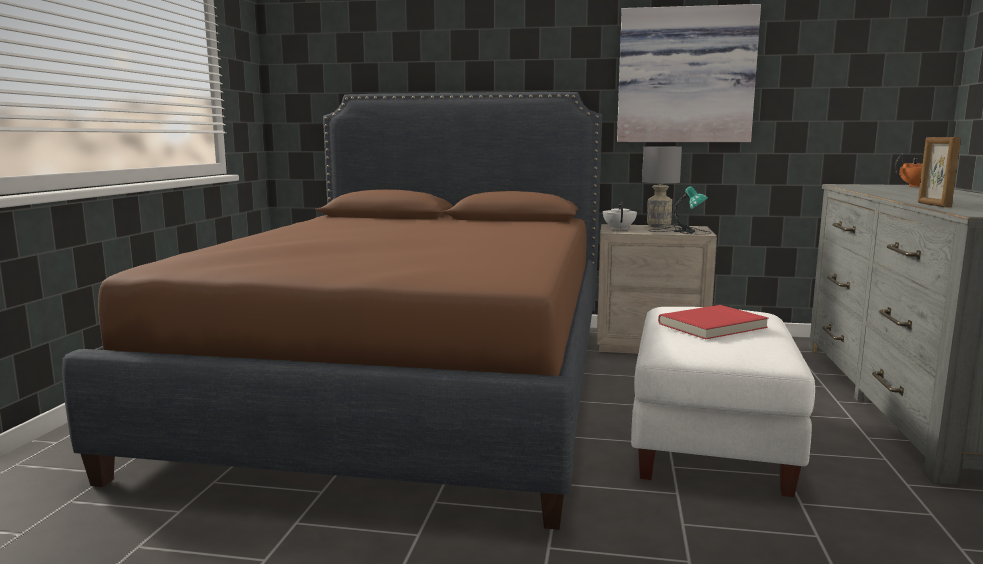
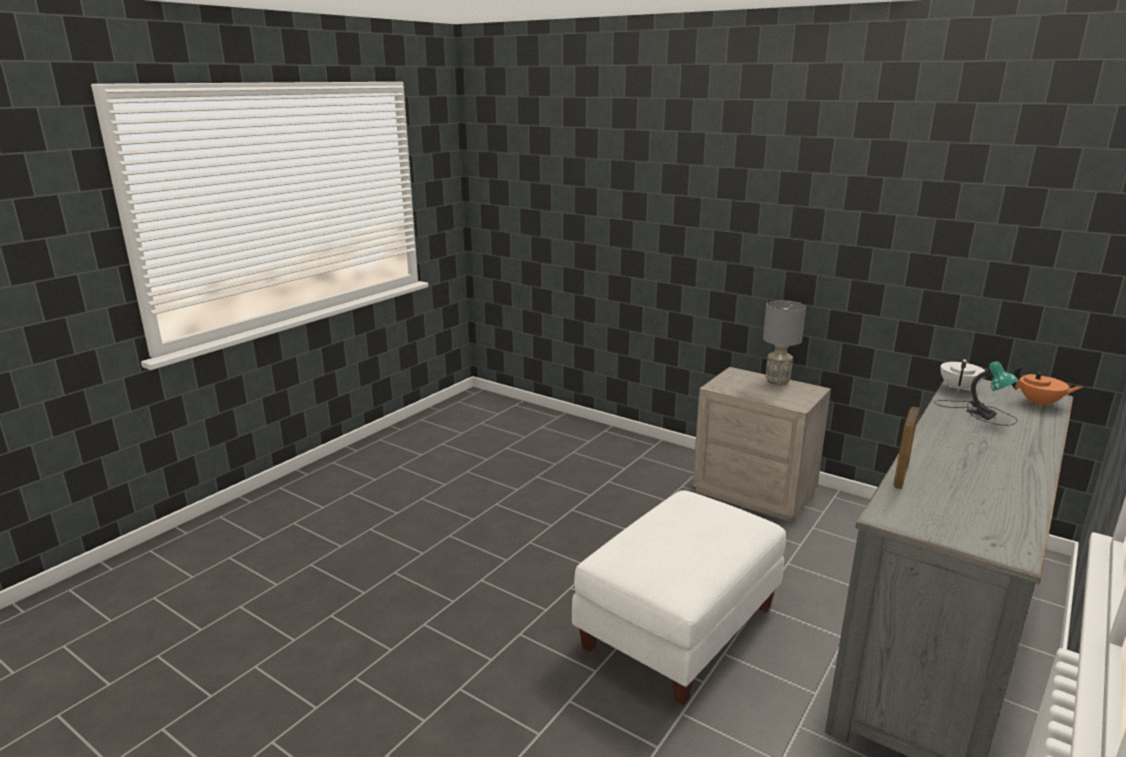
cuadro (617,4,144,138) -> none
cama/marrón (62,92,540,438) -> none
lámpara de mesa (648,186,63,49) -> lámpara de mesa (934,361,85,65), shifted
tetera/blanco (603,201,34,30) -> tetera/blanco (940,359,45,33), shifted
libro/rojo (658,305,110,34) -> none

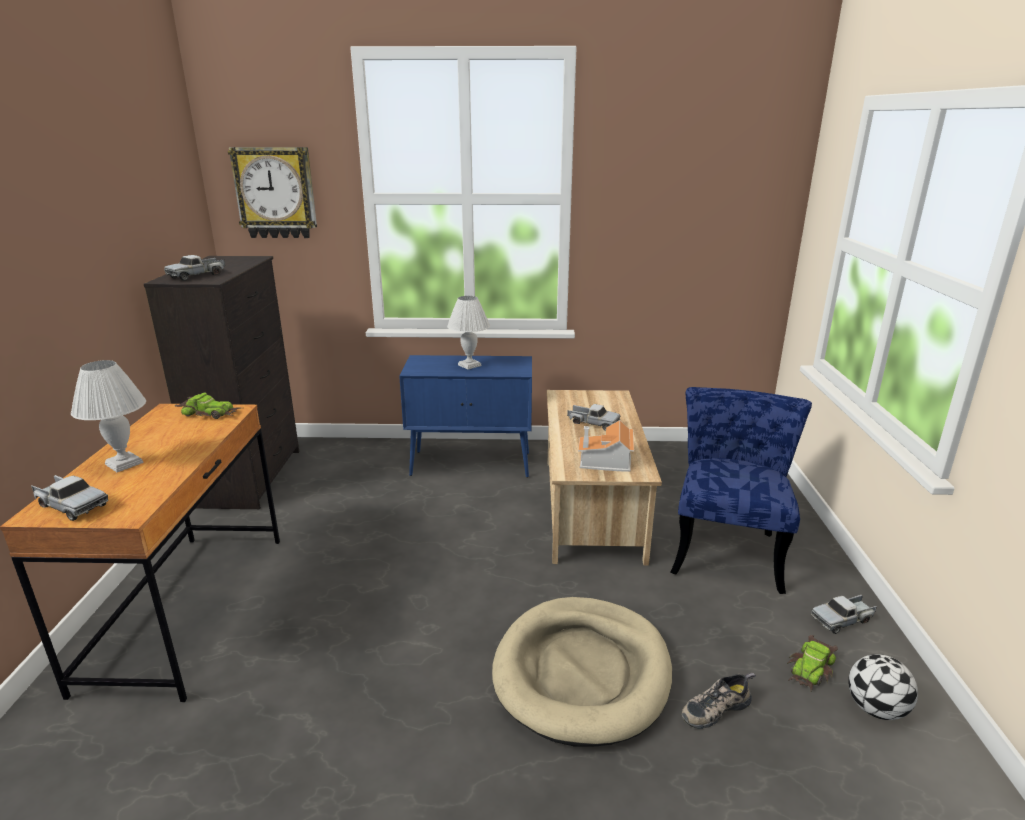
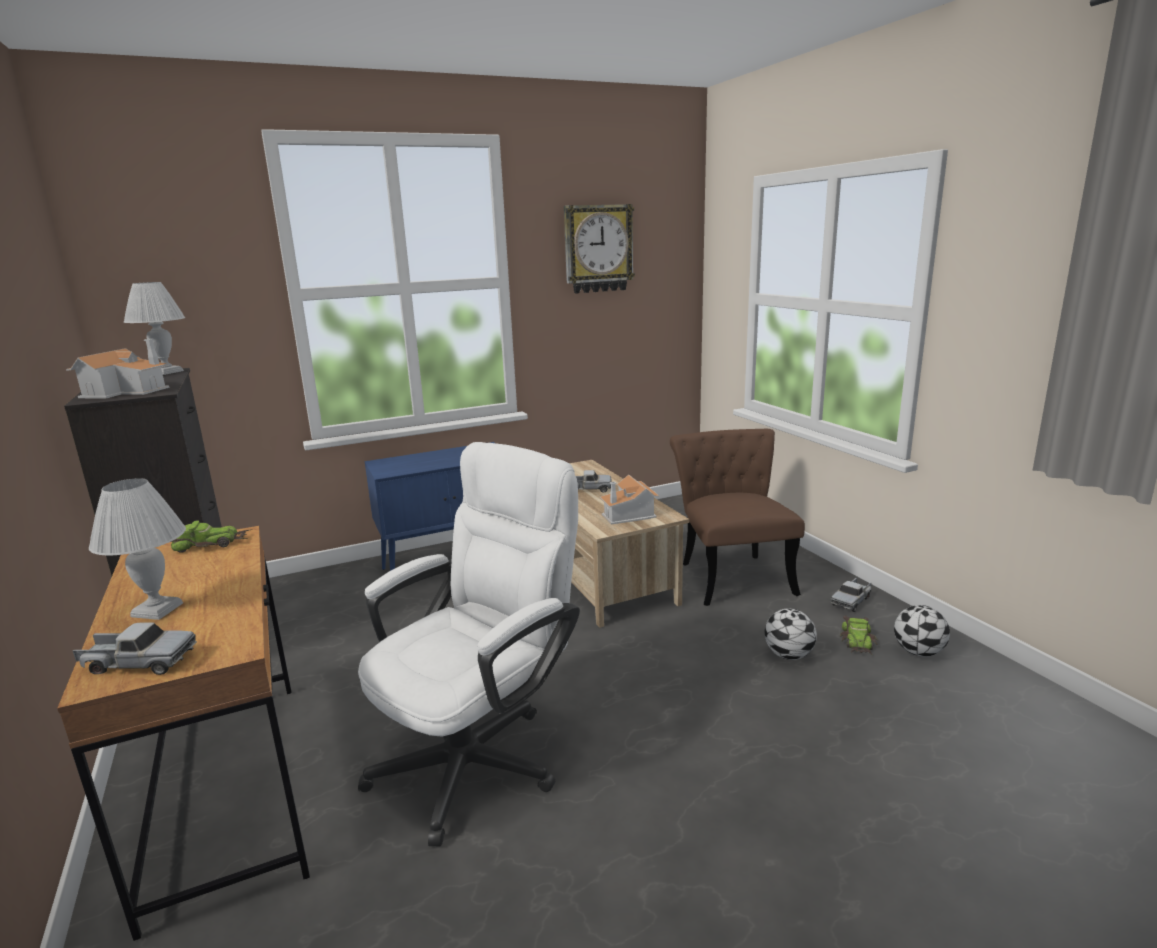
reloj de pared (228,147,89,91) -> reloj de pared (564,204,71,90), shifted
camión de juguete (164,255,61,26) -> casita (66,339,104,60)
lámpara de mesa/blanco (447,296,43,74) -> lámpara de mesa/blanco (124,282,61,93), shifted
silla/azul (670,387,142,207) -> silla/marrón (670,429,135,177)
cama para perro/beis (492,597,180,150) -> none
zapato (682,673,74,56) -> none
none -> silla de oficina/blanco (358,442,222,404)
none -> balón de fútbol (765,608,52,52)

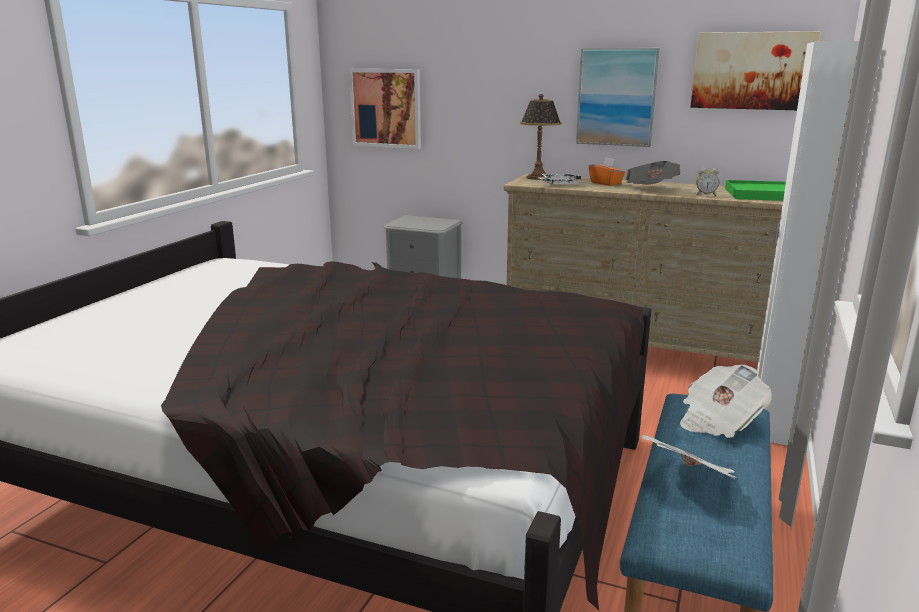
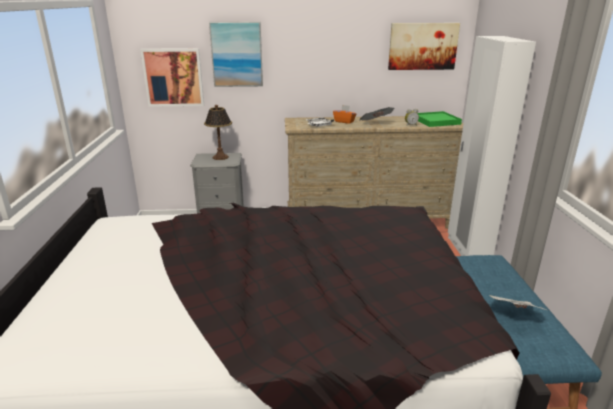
cuadro (576,48,83,99) -> cuadro (209,22,54,65), shifted
lámpara de mesa (520,94,42,86) -> lámpara de mesa (204,105,28,55), shifted
periódico (680,365,92,73) -> none

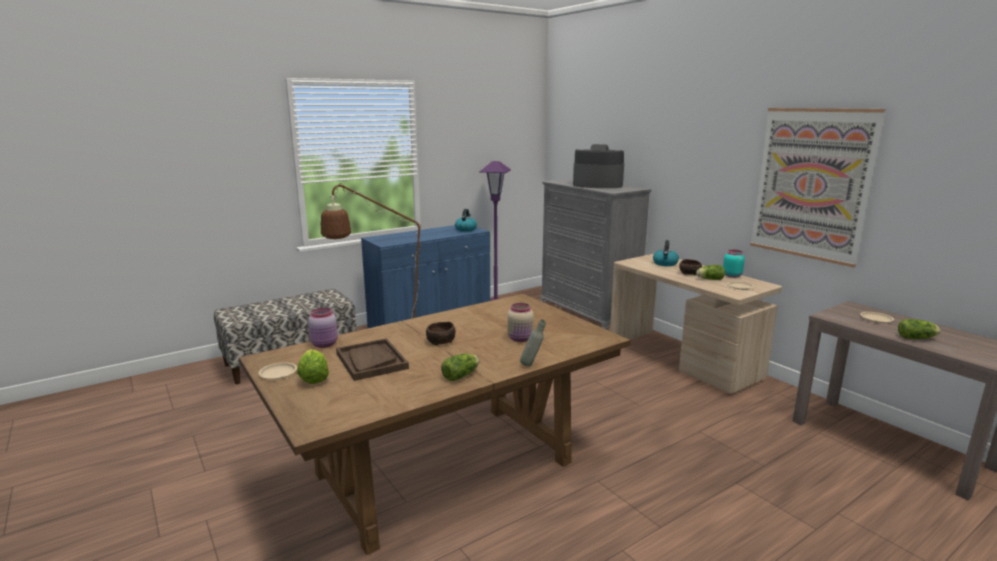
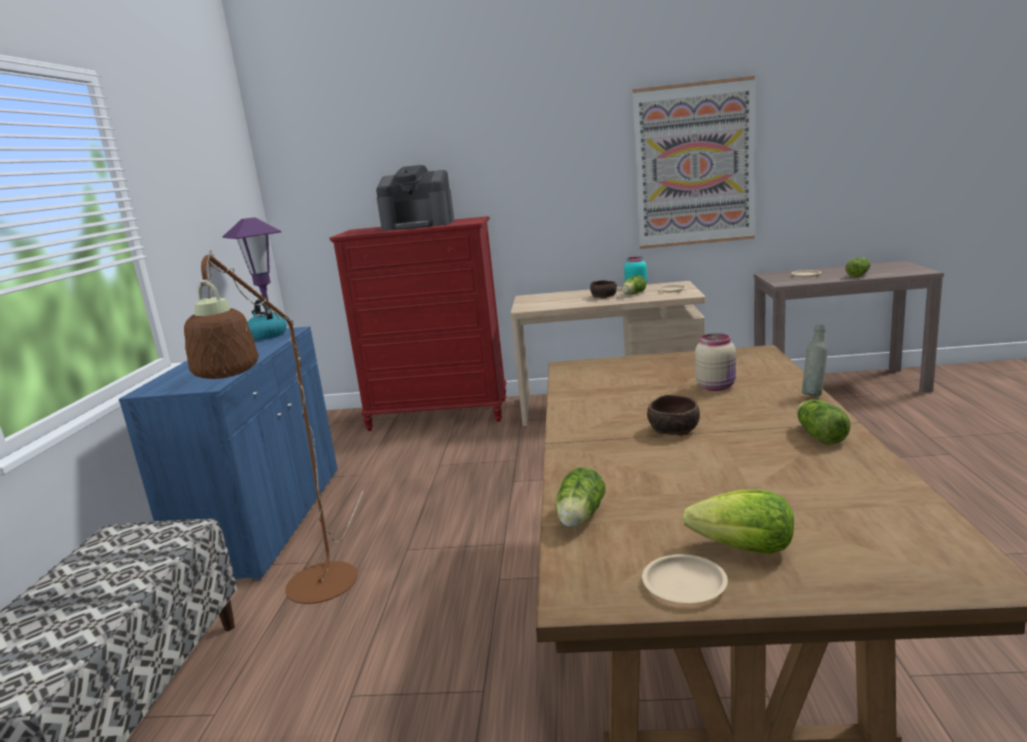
cafetera (573,144,51,44) -> cafetera (376,165,78,66), 135 degrees counterclockwise
cómoda/gris (540,178,112,152) -> cómoda/rojo (330,216,177,215)
hervidor (653,240,26,26) -> none
tarro/rosa (308,308,30,40) -> lechuga (556,467,50,60)
bandeja/marrón (336,338,73,43) -> none

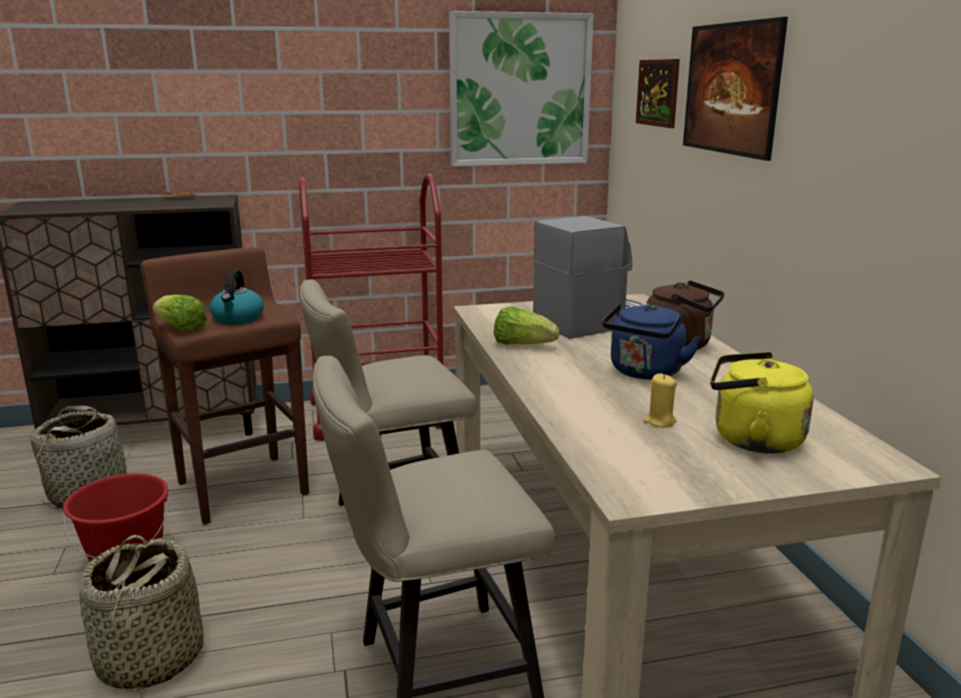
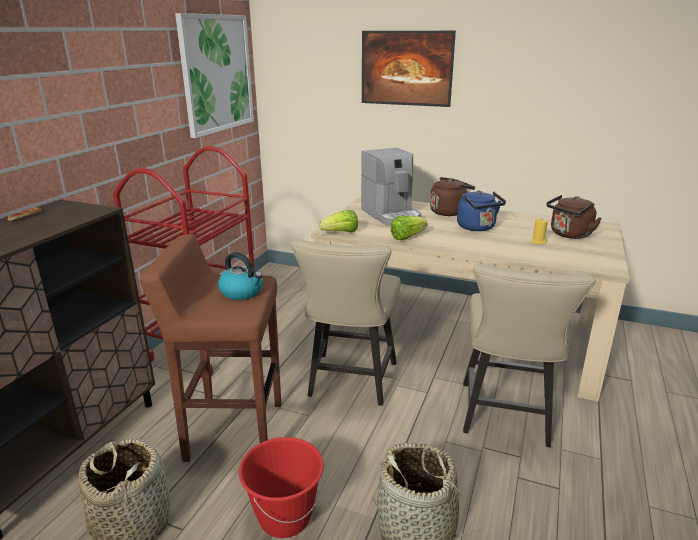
cuadro (636,59,44,69) -> none
cafetera (533,216,111,123) -> cafetera (361,148,60,78), 150 degrees clockwise
lechuga (153,294,54,39) -> lechuga (319,210,39,22), shifted
hervidor/amarillo (710,352,104,102) -> hervidor/marrón (547,195,55,44)

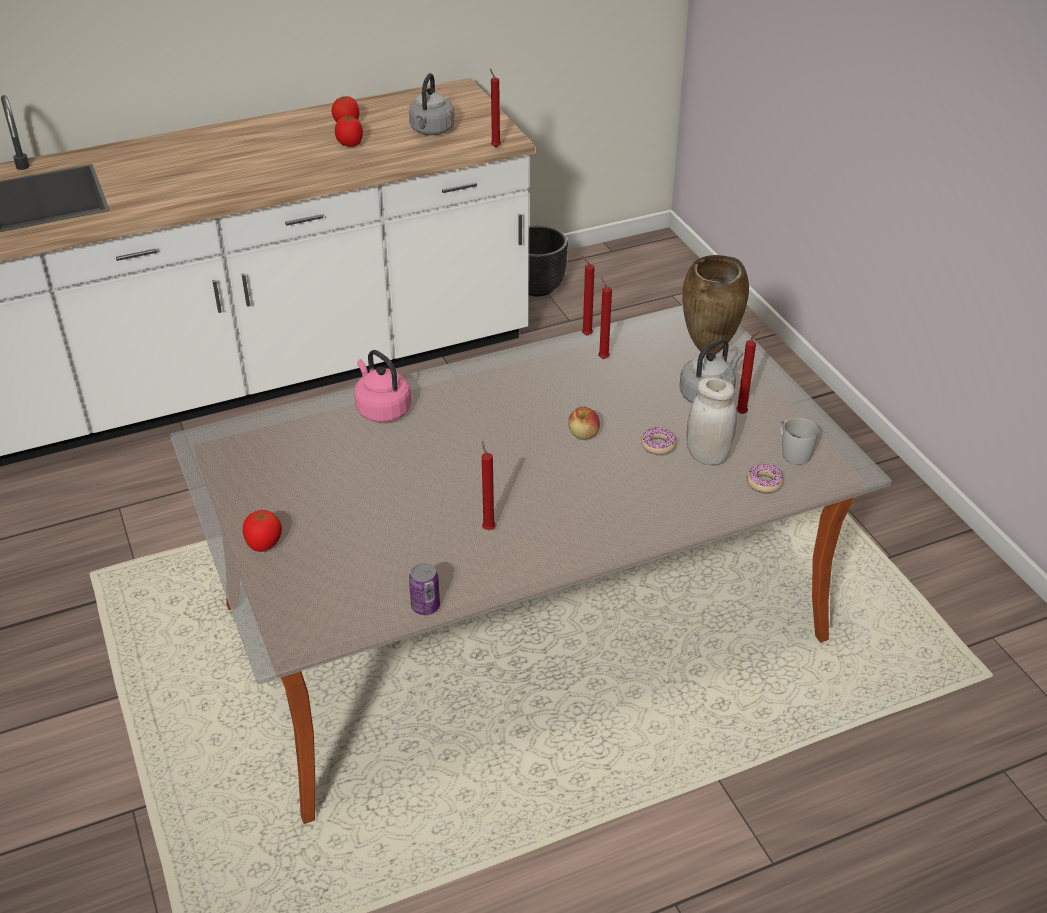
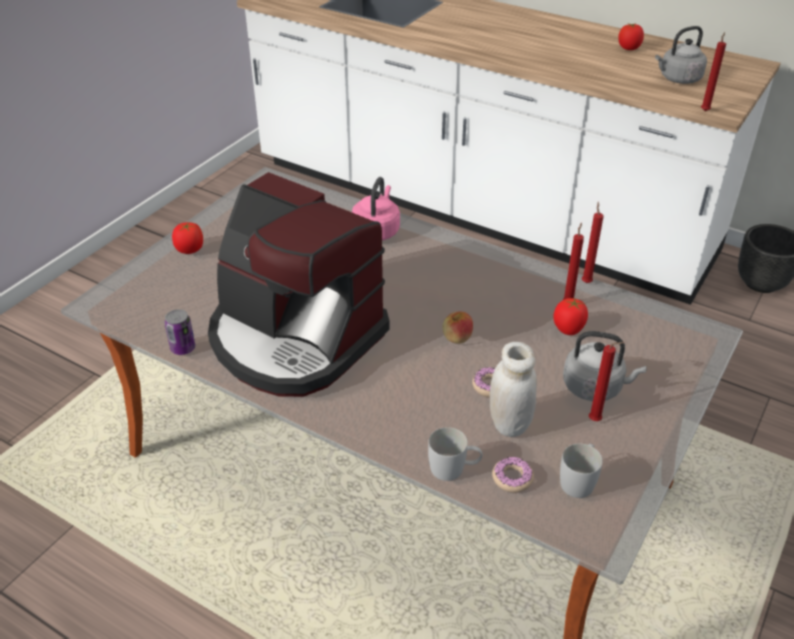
tomate (335,116,28,31) -> tomate (553,298,35,37), shifted
florero/marrón (682,255,67,99) -> none
vela/rojo (482,441,13,89) -> cafetera (208,172,181,225)
none -> taza grande/blanco (428,427,54,54)

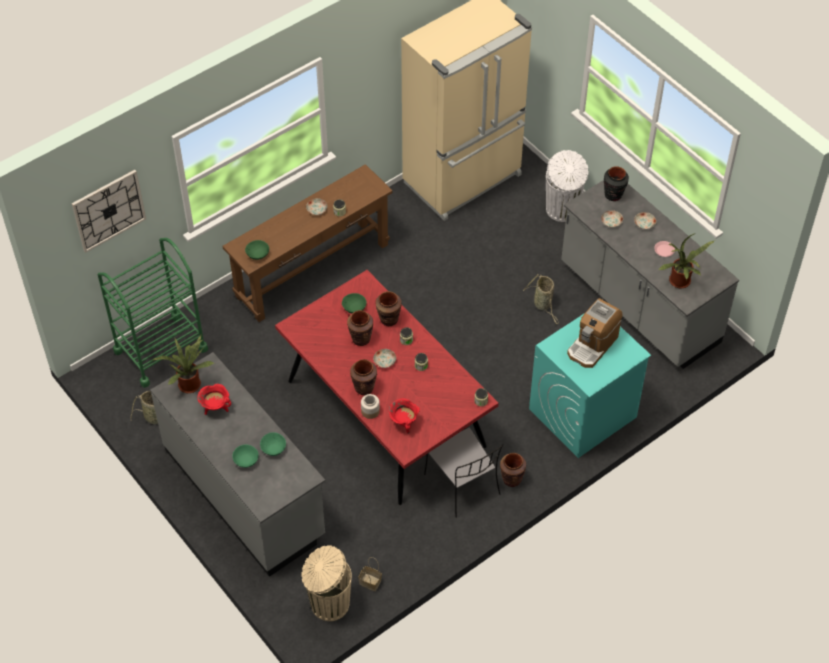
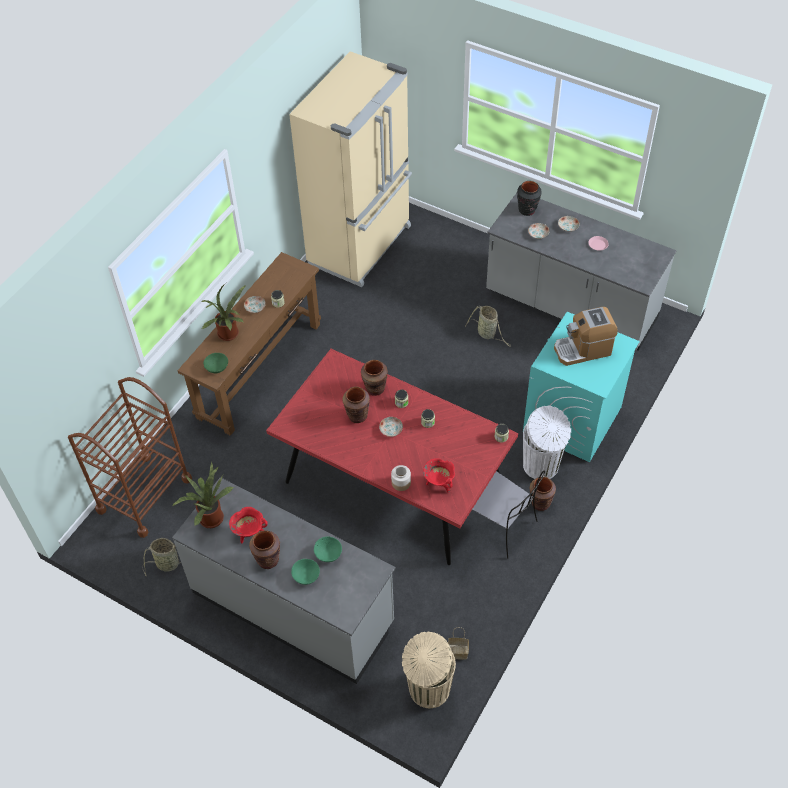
papelera/blanco (546,150,43,72) -> papelera/blanco (523,406,48,73), shifted
reloj de pared (72,170,74,83) -> none
planta en maceta (658,233,56,55) -> planta en maceta (201,283,45,58), shifted
carrito/verde (97,238,111,150) -> carrito/marrón (68,377,124,161)
cuenco/verde (342,293,25,20) -> none
cafetera (567,298,56,70) -> cafetera (554,307,64,59), 60 degrees clockwise
florero/marrón (350,359,27,36) -> florero/marrón (249,530,31,39), shifted

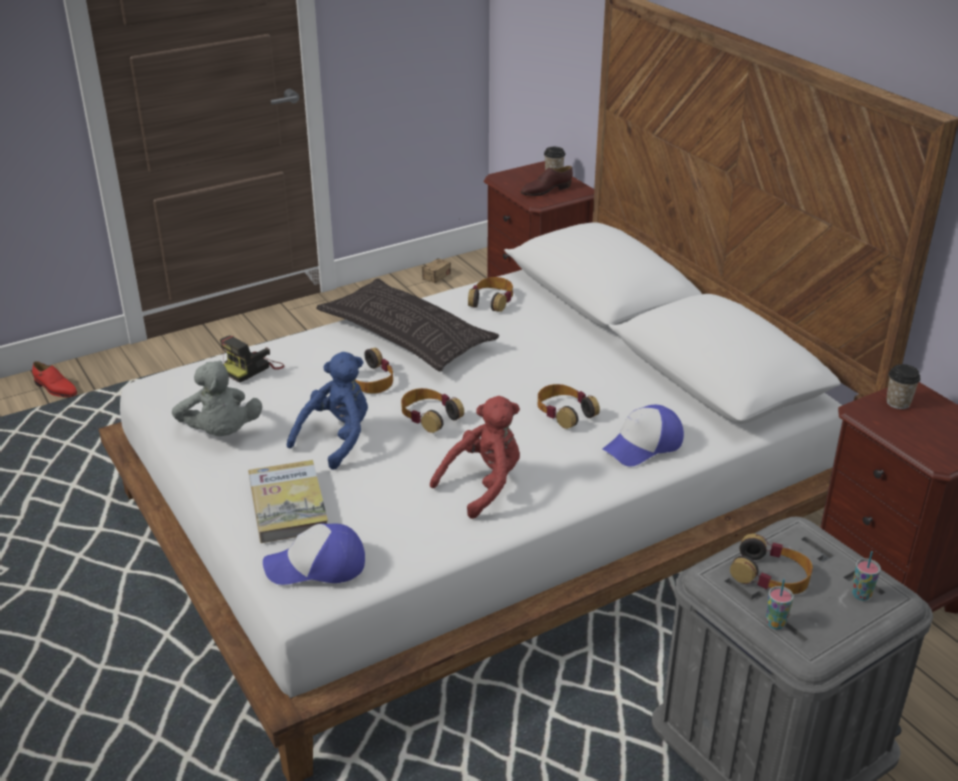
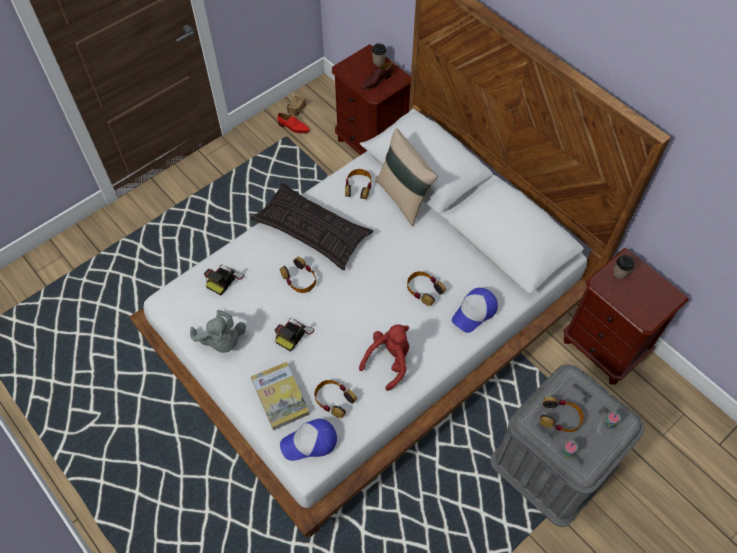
peluche/azul (287,352,81,118) -> cámara (275,318,39,34)
zapato/rojo (32,361,45,36) -> zapato/rojo (277,113,33,20), shifted
auriculares (401,388,63,45) -> auriculares (314,380,43,38), shifted
none -> cojín/beis (375,128,63,98)

